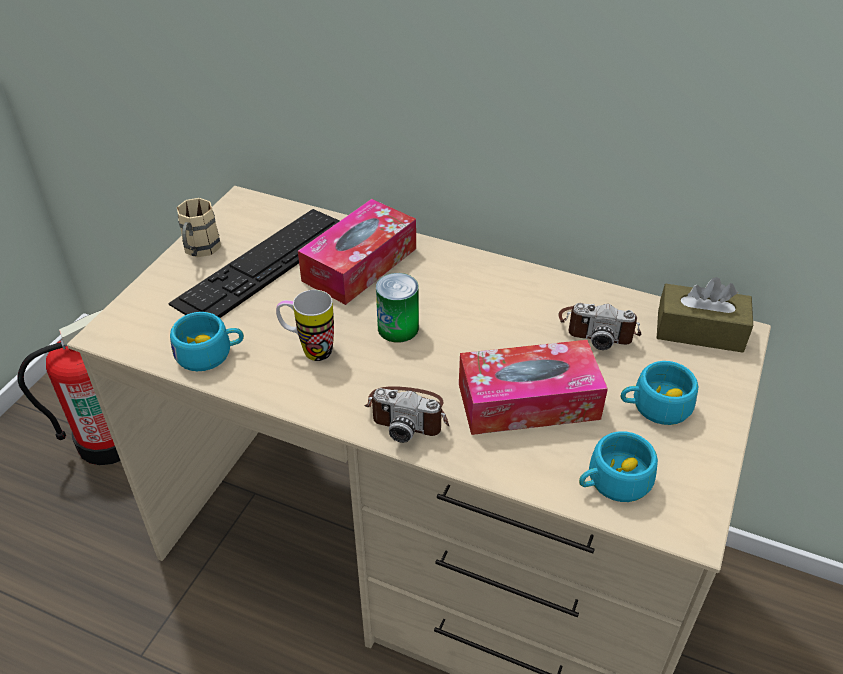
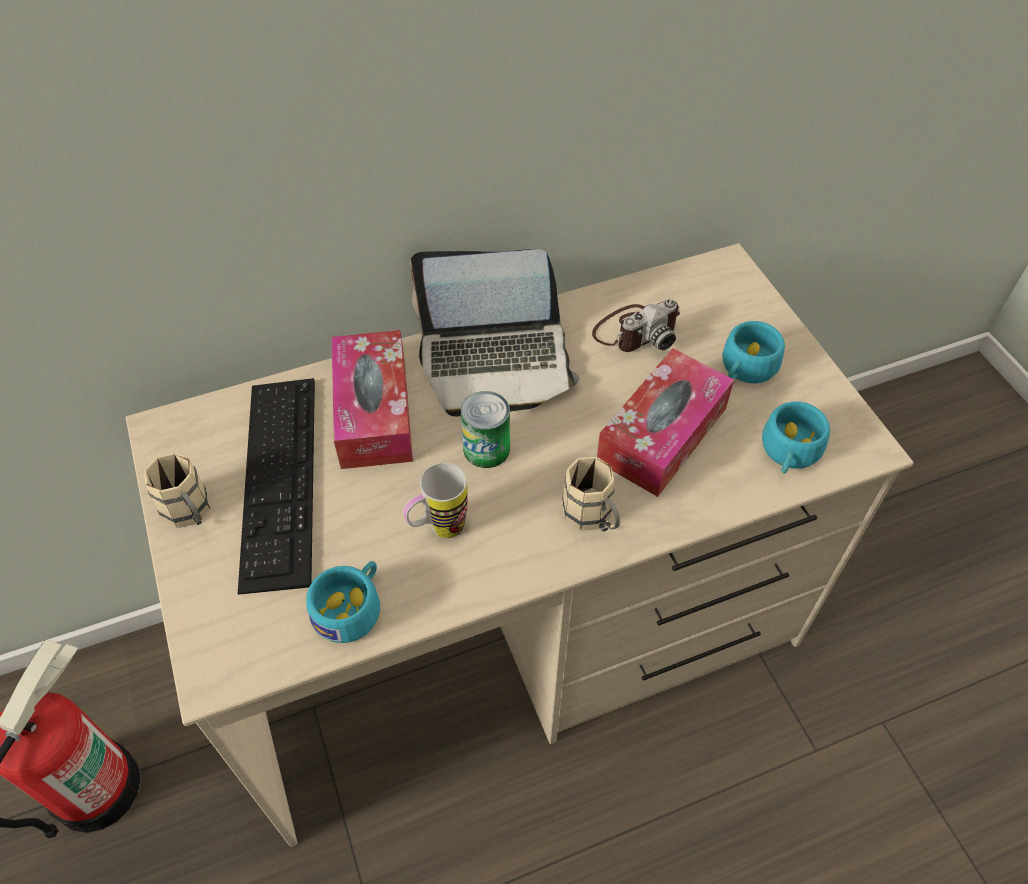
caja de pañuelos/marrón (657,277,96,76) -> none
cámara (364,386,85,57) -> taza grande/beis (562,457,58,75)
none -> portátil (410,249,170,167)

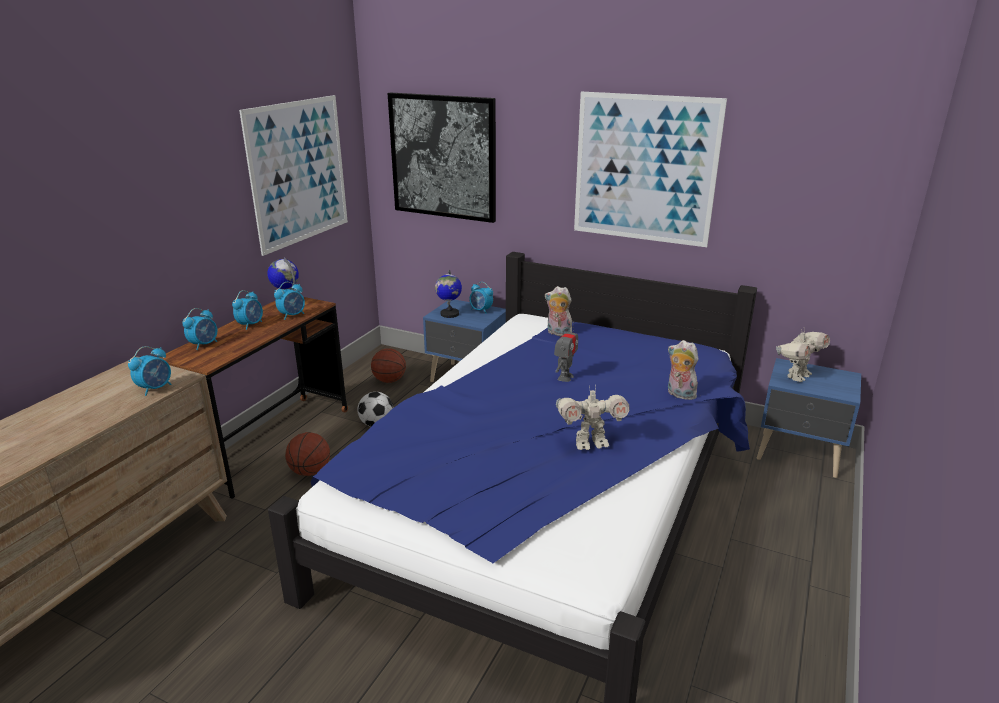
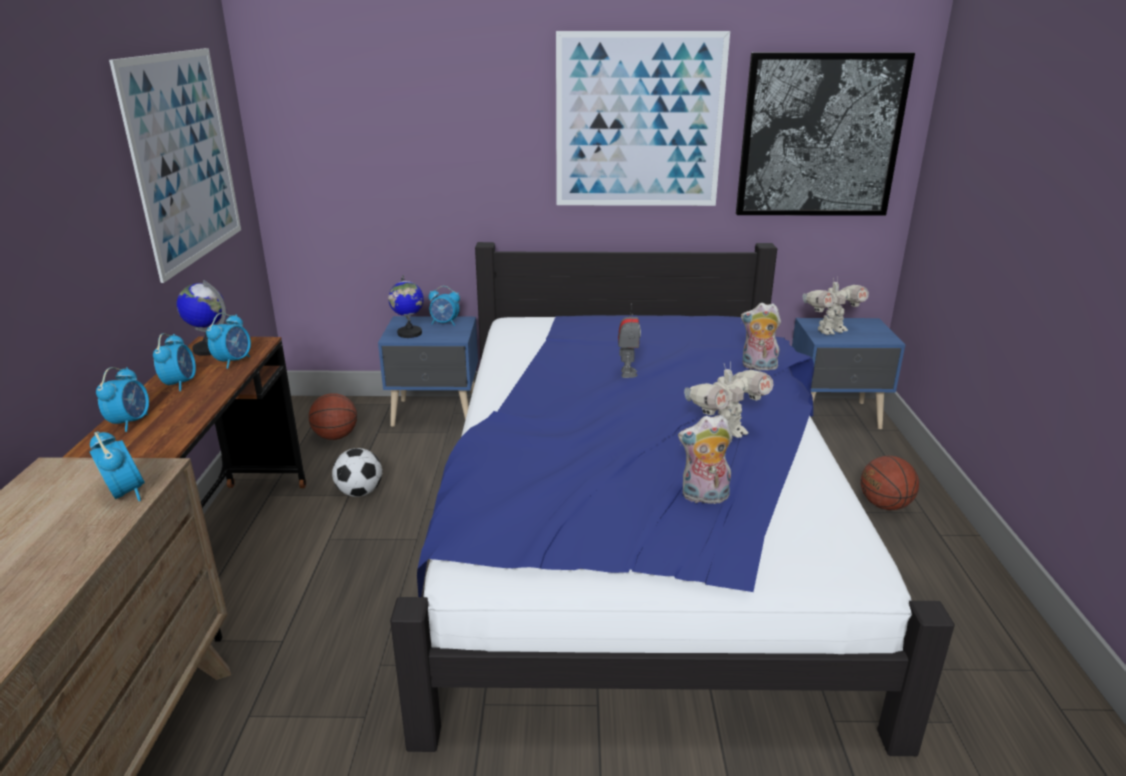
cuadro (388,93,108,130) -> cuadro (736,52,179,164), shifted
peluche (545,286,27,50) -> peluche (678,415,55,89), shifted
robot de juguete (776,329,54,53) -> robot de juguete (803,278,66,57), 45 degrees clockwise
despertador (128,346,43,50) -> despertador (90,431,55,70), 45 degrees counterclockwise
balón de baloncesto (285,432,45,44) -> balón de baloncesto (861,456,58,54), shifted

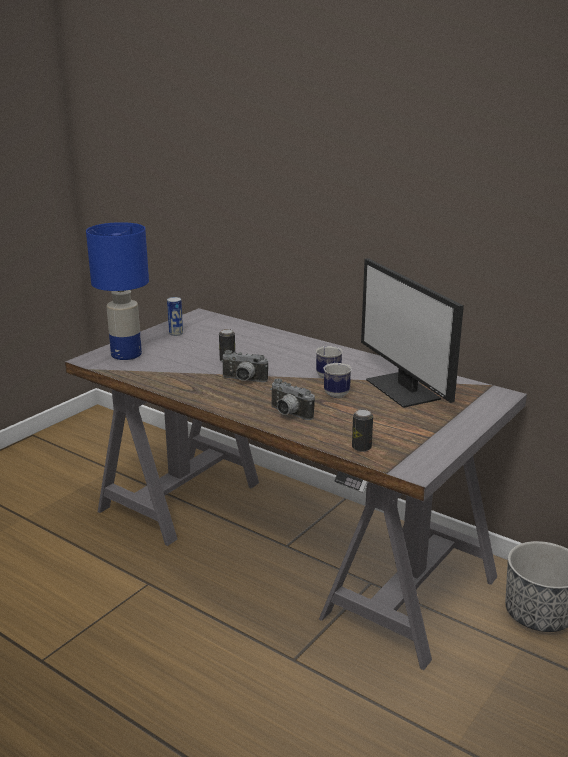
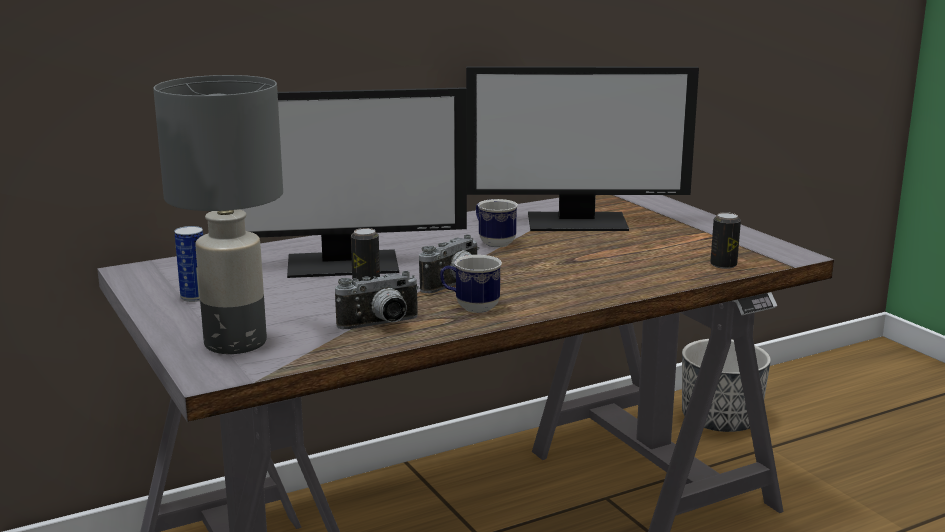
lámpara de mesa/azul (86,222,63,138) -> lámpara de mesa/gris (153,75,130,279)
taza grande (323,363,29,35) -> taza grande (440,255,62,58), shifted
cámara (270,378,45,42) -> cámara (335,271,85,58), shifted
none -> monitor (240,87,227,191)

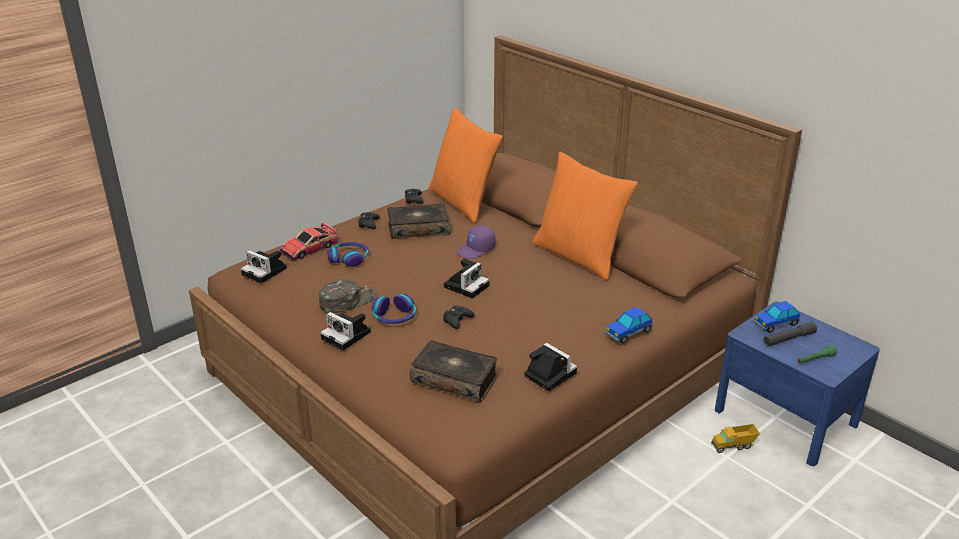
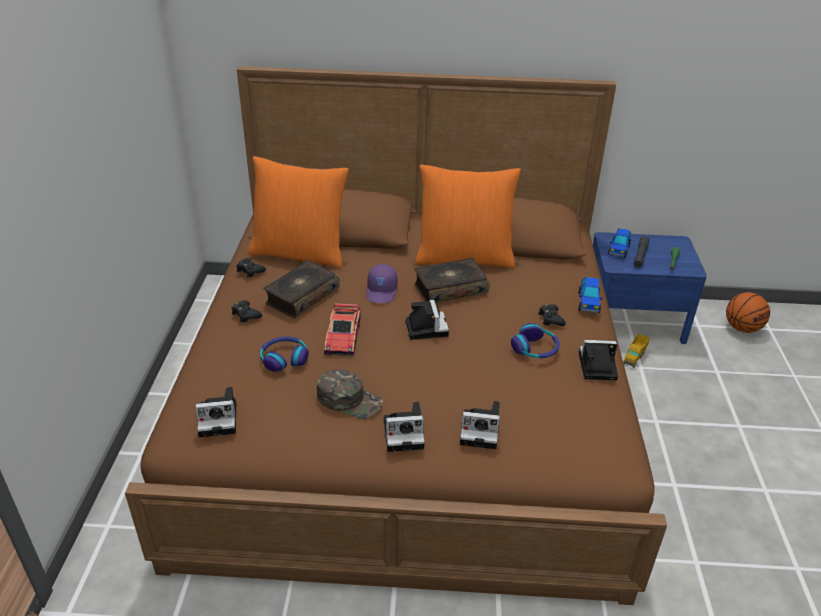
coche de juguete (280,223,58,37) -> coche de juguete (324,304,37,52), shifted
gorra/verde (319,279,57,34) -> gorra/verde (317,369,66,50), 105 degrees clockwise
auriculares (372,294,44,30) -> auriculares (511,323,49,35), shifted
mando de consola/negro (443,305,32,24) -> mando de consola/negro (538,304,28,22), shifted
libro (410,340,88,62) -> libro (414,258,76,45), shifted
none -> balón de baloncesto (726,292,44,41)
none -> cámara (460,401,40,48)

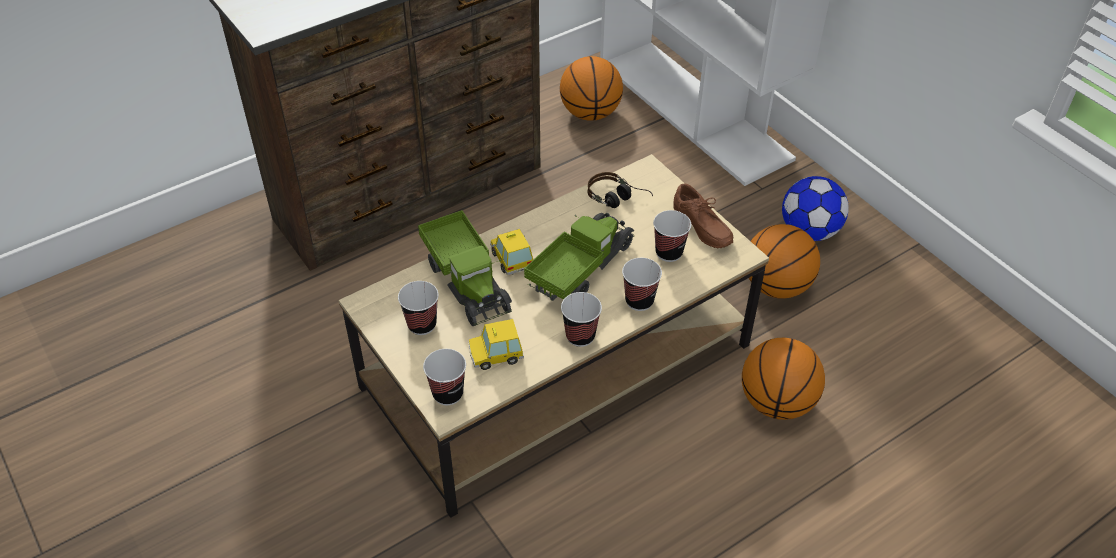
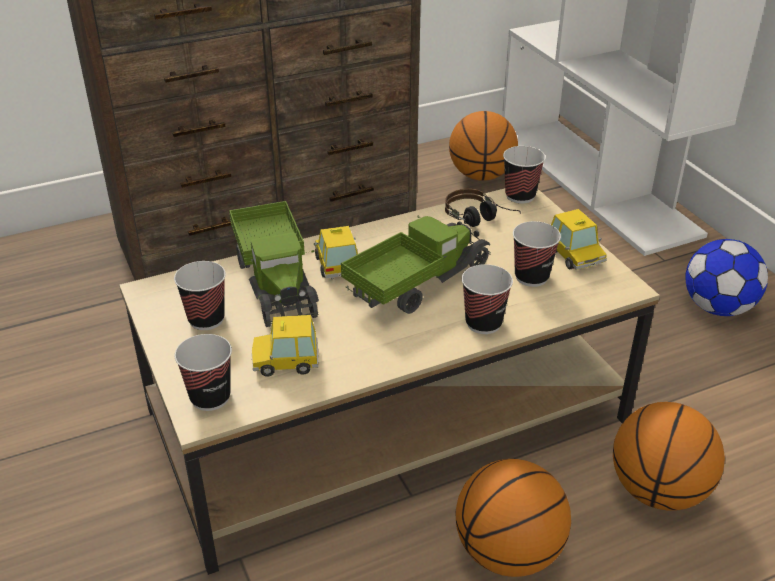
zapato/marrón (673,184,60,64) -> coche de juguete (551,209,56,61)
balón de baloncesto (749,224,71,74) -> balón de baloncesto (455,459,116,118), shifted
taza (561,292,41,55) -> taza (503,146,43,57), shifted

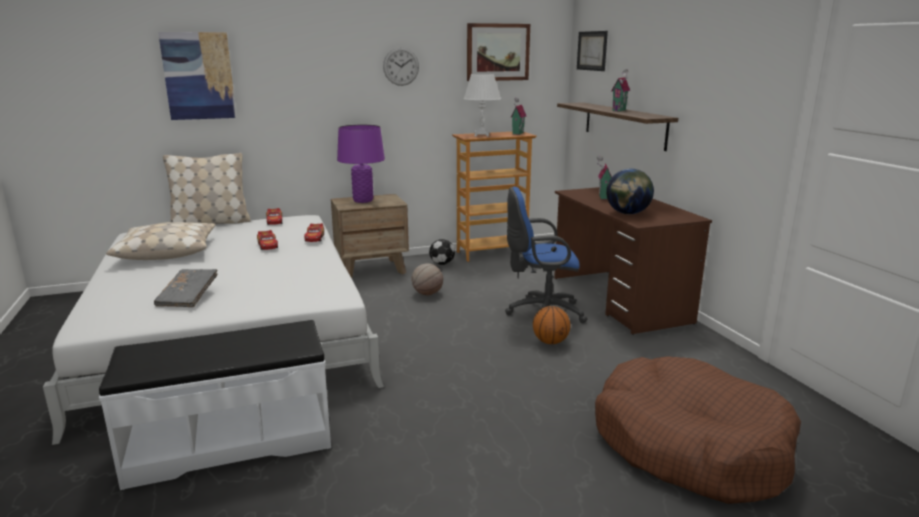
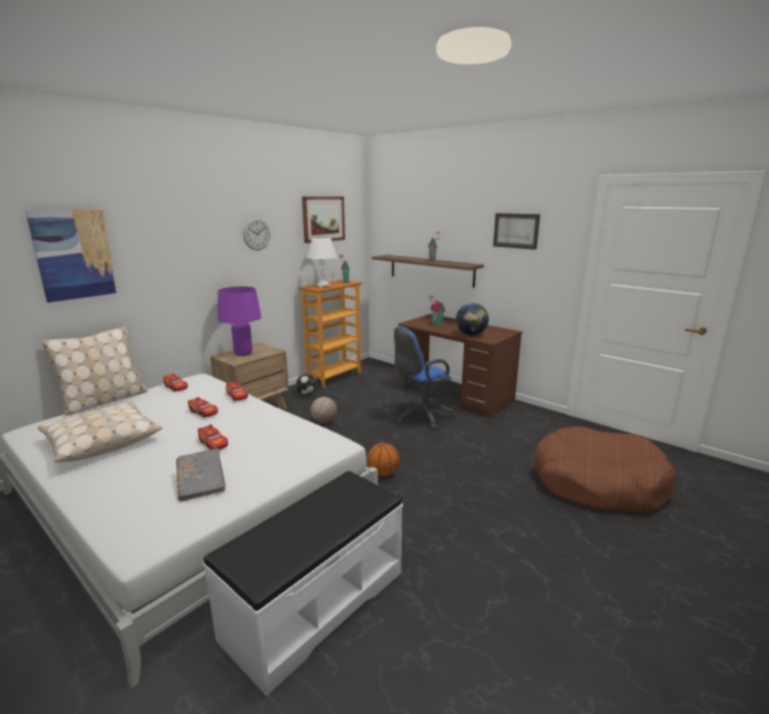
cuadro (577,31,31,40) -> cuadro (493,213,47,37), shifted
balón de baloncesto (533,306,38,38) -> balón de baloncesto (367,443,32,33), shifted
none -> coche de juguete (198,425,30,25)

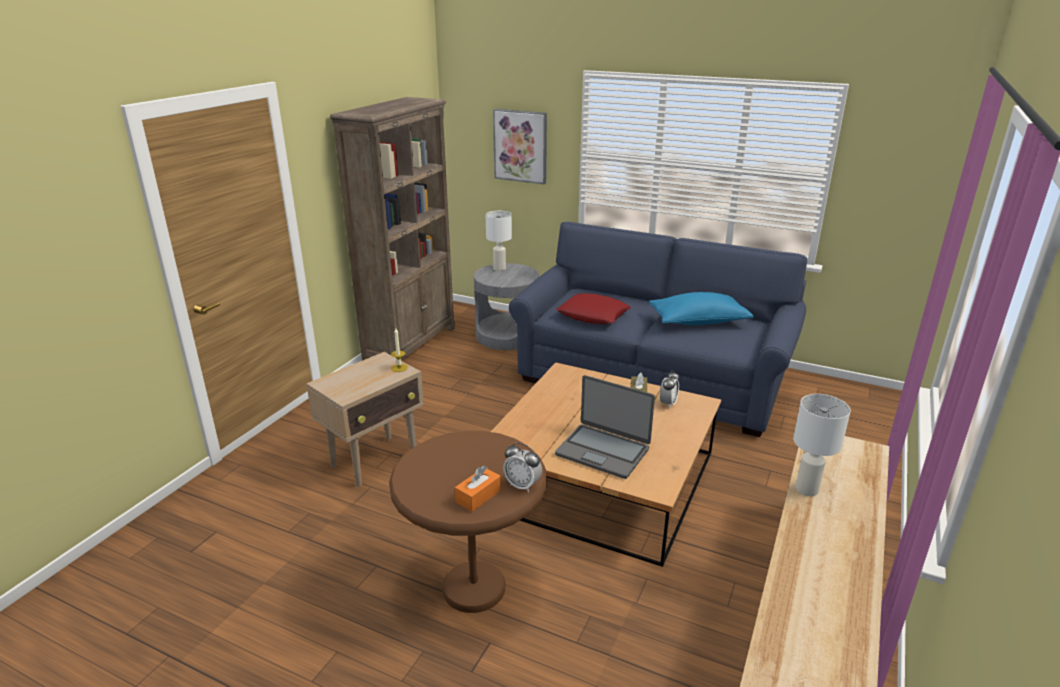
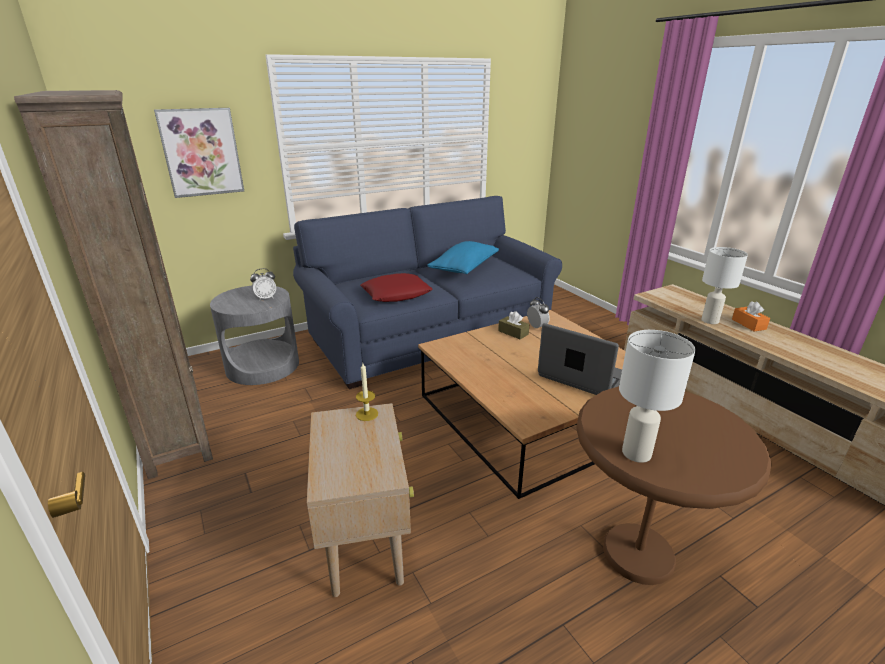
lámpara de mesa/blanco (486,211,26,60) -> lámpara de mesa/blanco (619,330,76,133), shifted
portátil (555,375,100,104) -> portátil (538,323,84,72), 120 degrees counterclockwise
despertador (503,443,39,50) -> despertador (250,268,26,33), shifted
caja de pañuelos/naranja (455,465,46,47) -> caja de pañuelos/naranja (732,302,38,29), shifted

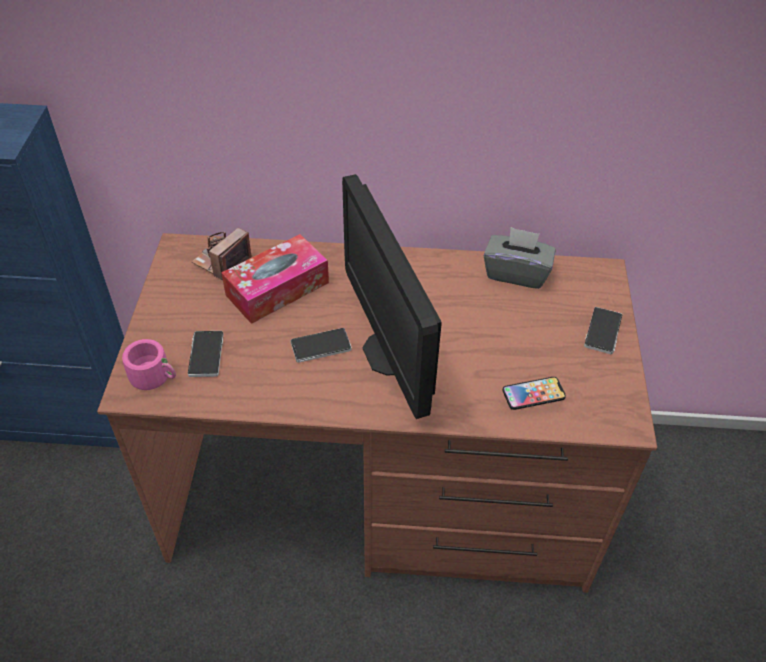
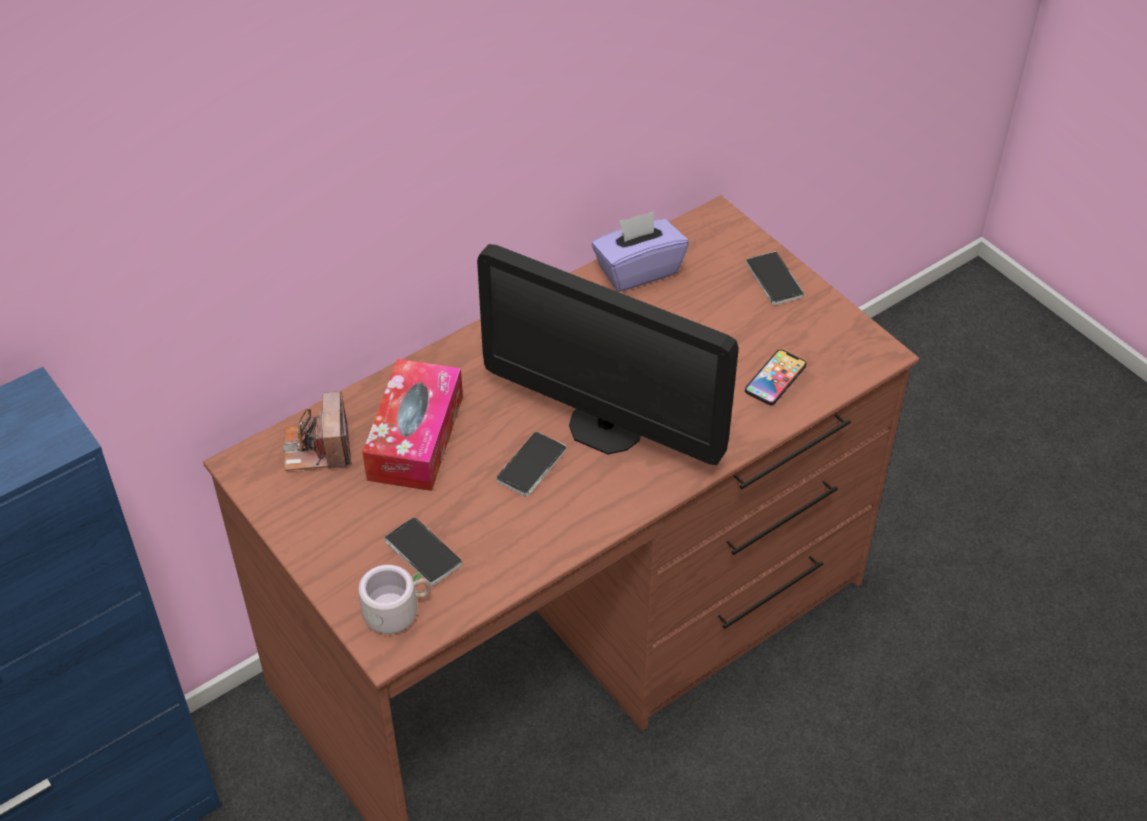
caja de pañuelos/gris (484,227,72,62) -> caja de pañuelos/morado (592,211,97,81)
taza grande/rosa (122,339,54,51) -> taza grande/gris (353,565,78,69)

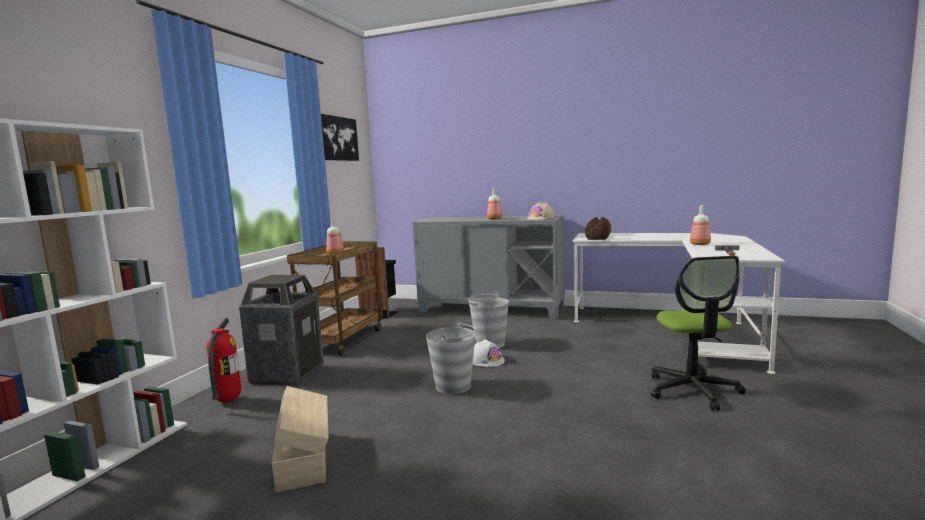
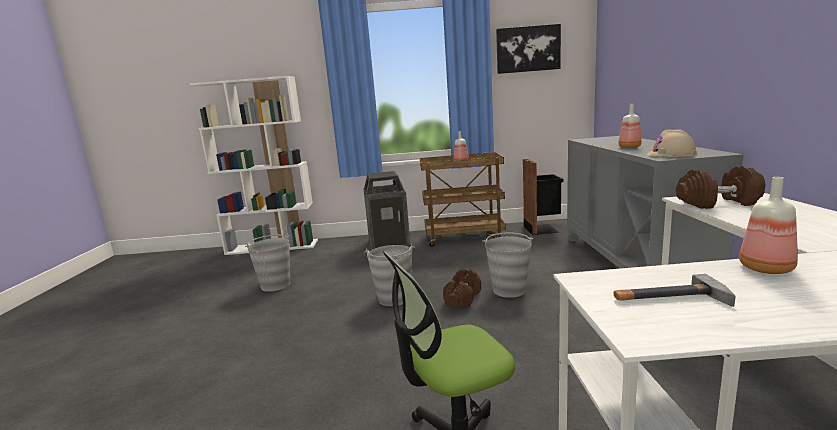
extintor (207,318,34,85) -> none
casco/blanco (473,339,32,28) -> mancuerna/marrón (443,268,38,40)
caja de almacenaje/beis (272,386,56,106) -> cubo/gris (245,233,45,59)

